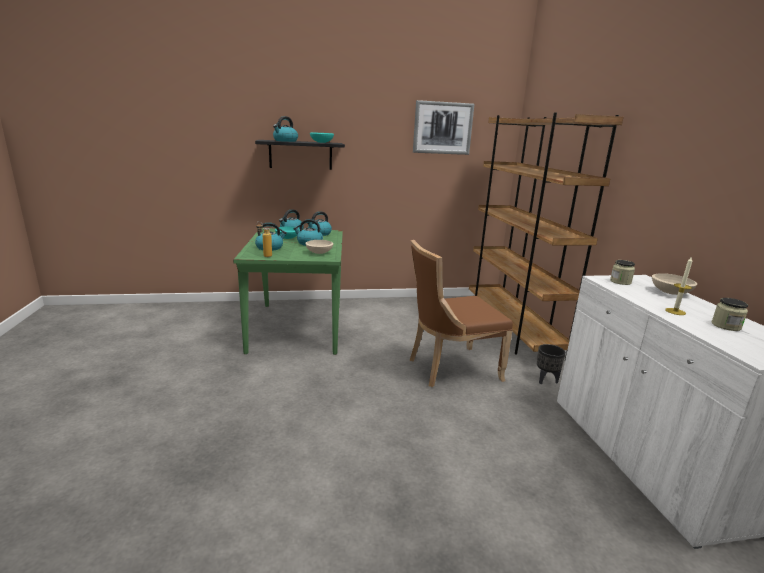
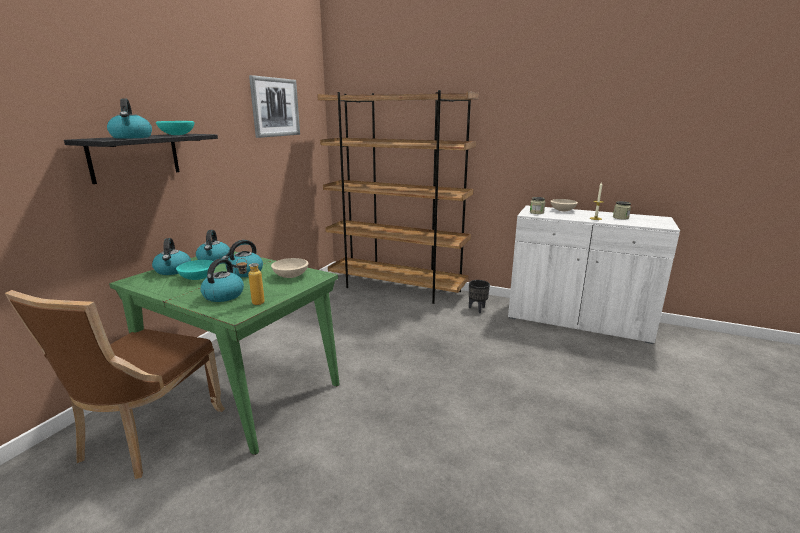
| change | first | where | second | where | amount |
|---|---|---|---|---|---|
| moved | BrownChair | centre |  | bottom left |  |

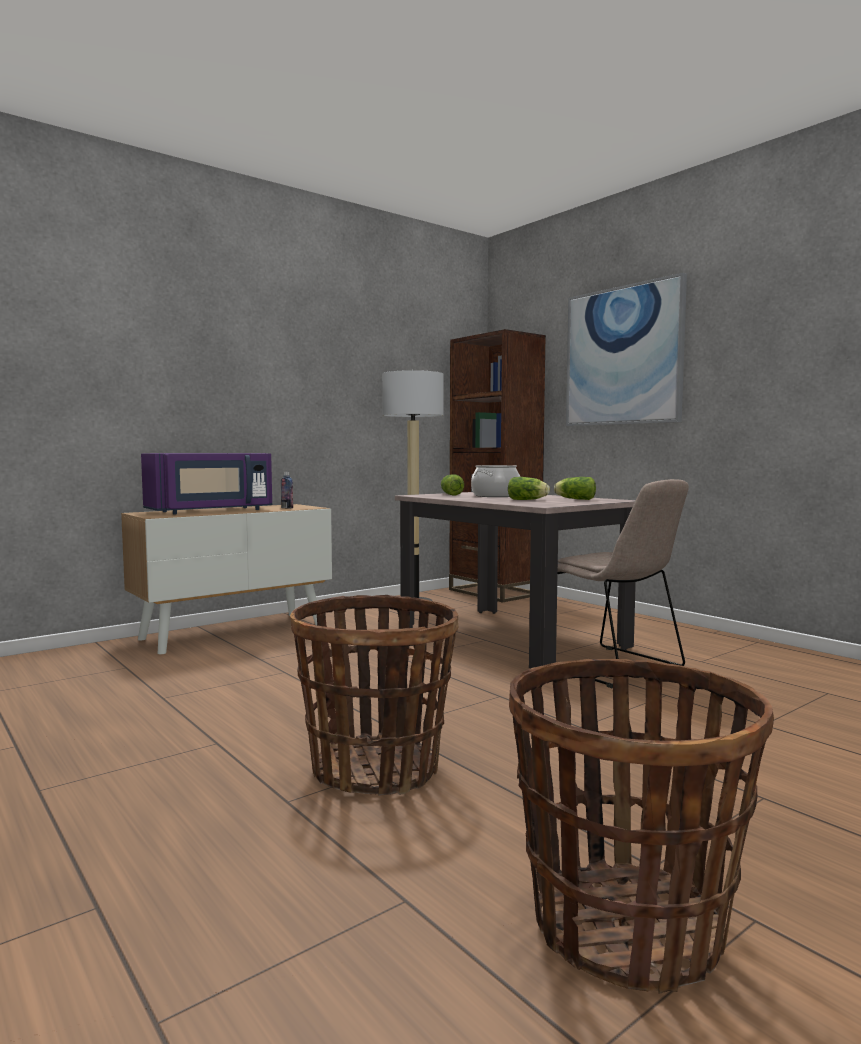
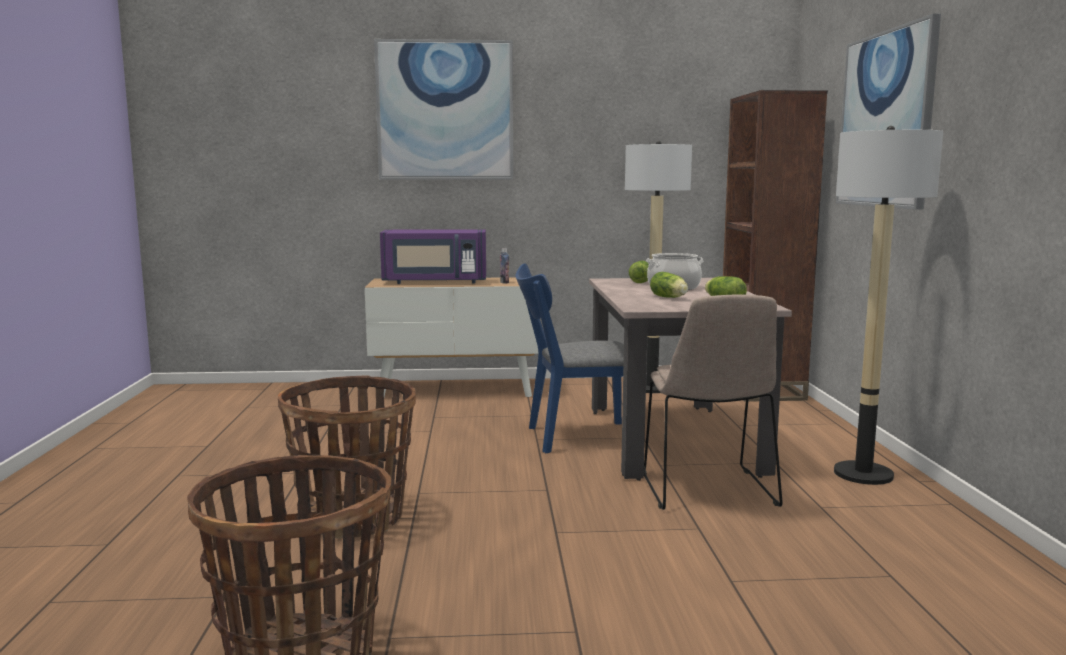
| change | first | where | second | where | amount |
|---|---|---|---|---|---|
| added |  |  | Picture (1st from left) | top centre |  |
| added |  |  | FloorLamp (2nd from left) | middle right |  |
| added |  |  | BlueColouredChair | centre |  |

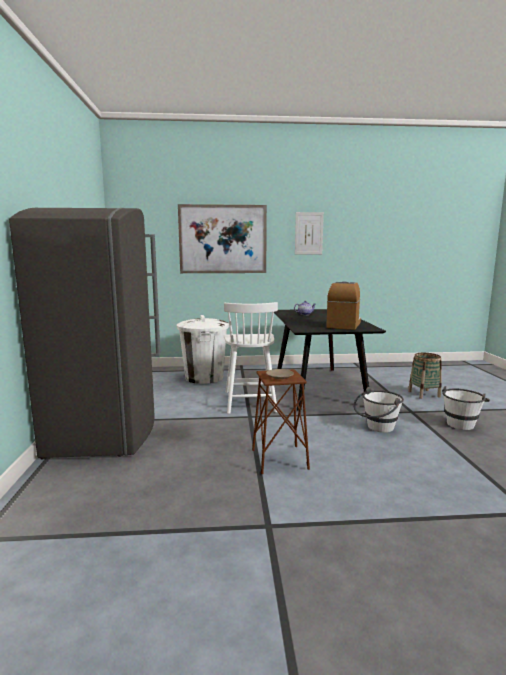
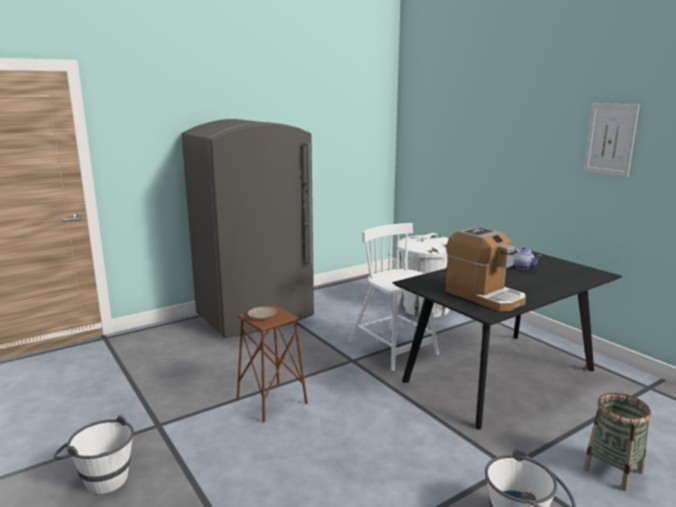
| change | first | where | second | where | amount |
|---|---|---|---|---|---|
| removed | Picture (1st from left) | centre |  |  |  |
| turned | CoffeeBrewer | middle right |  | middle right | 60 degrees clockwise |
| turned | WhiteColouredChair | centre |  | centre | 90 degrees clockwise |
| moved | WhiteColouredWaterBucket (1st from left) | middle right |  | bottom left |  |

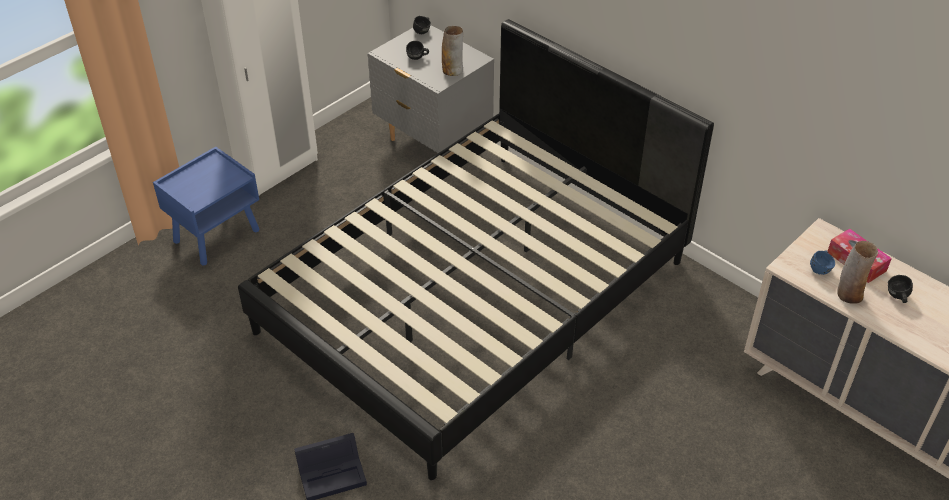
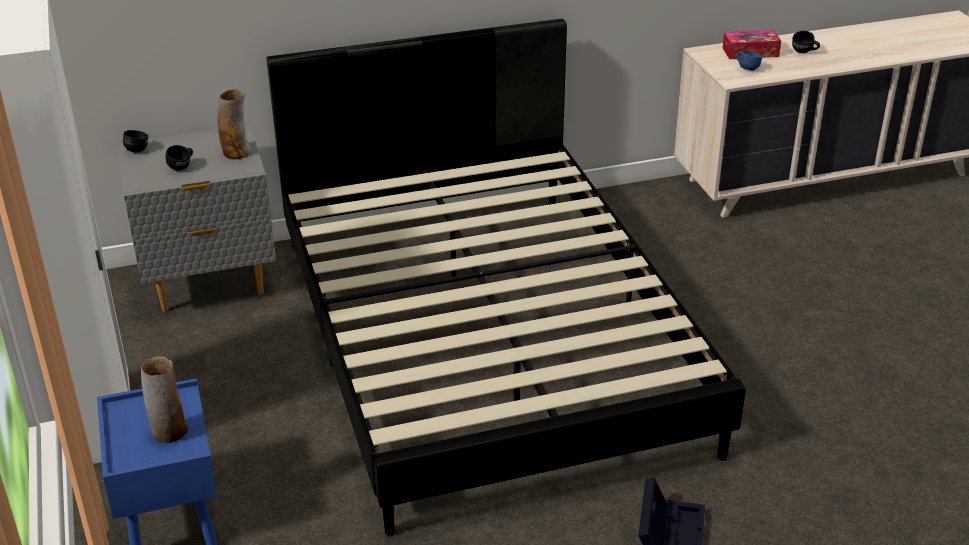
| change | first | where | second | where | amount |
|---|---|---|---|---|---|
| moved | DecorativeVase (2nd from left in the first image) | middle right | DecorativeVase (1st from left) | bottom left |  |

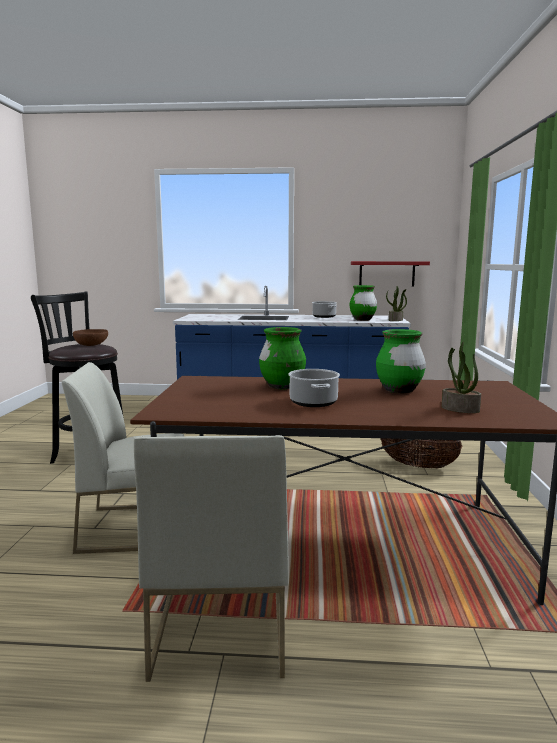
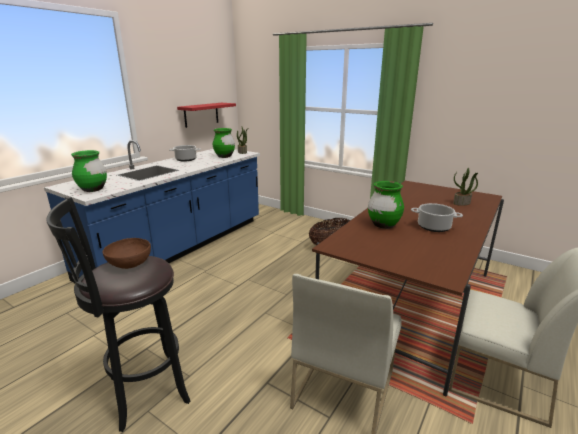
| change | first | where | second | where | amount |
|---|---|---|---|---|---|
| moved | GreenColouredDecorativeVase (3rd from left in the first image) | middle right | GreenColouredDecorativeVase (1st from left) | middle left |  |

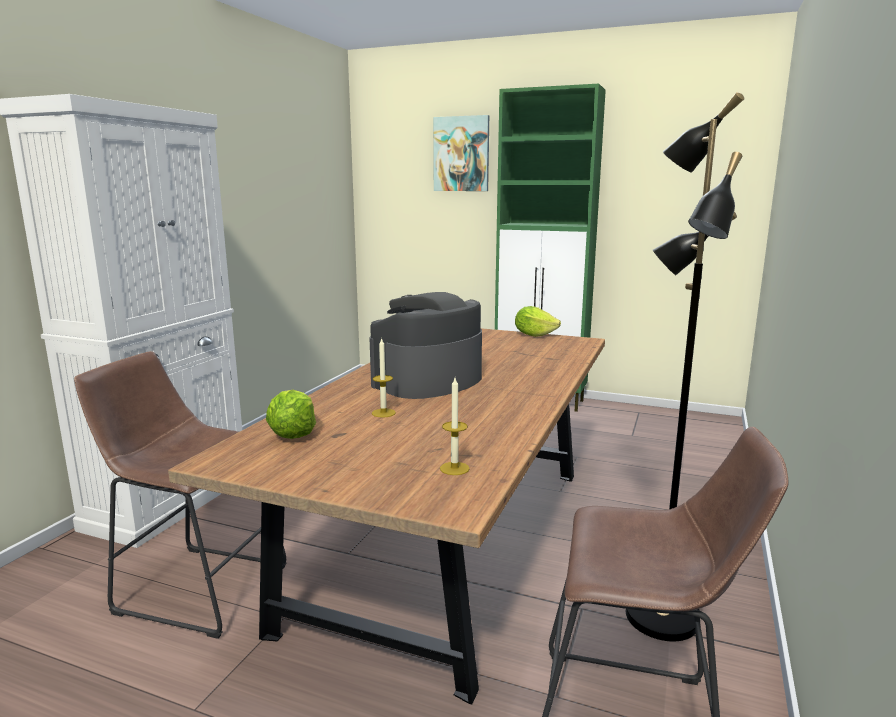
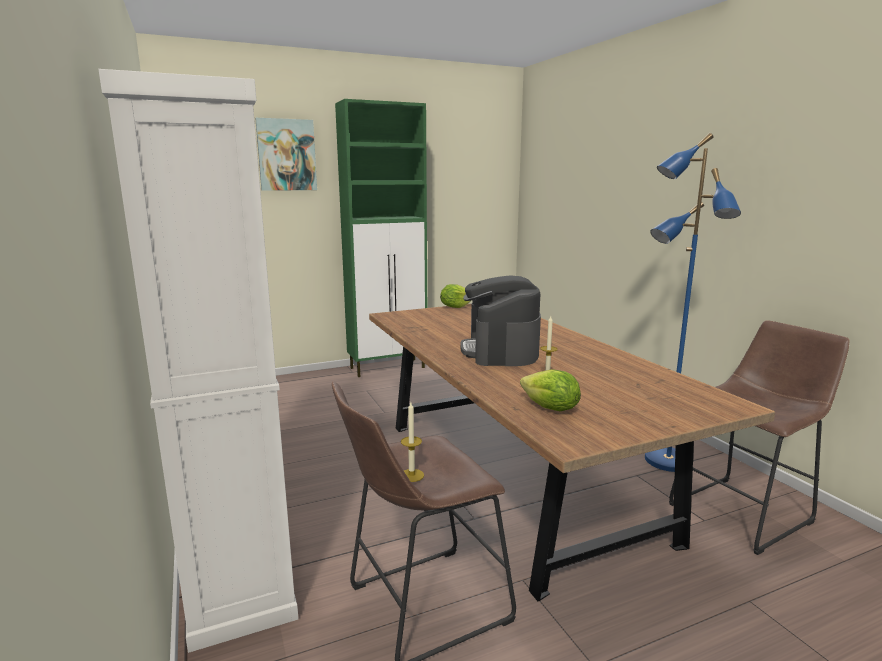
| change | first | where | second | where | amount |
|---|---|---|---|---|---|
| recoloured | BlackColouredFloorLamp | middle right | BlueColouredFloorLamp | middle right |  |
| moved | WaxCandle (2nd from left in the first image) | centre | WaxCandle (1st from left) | bottom centre |  |

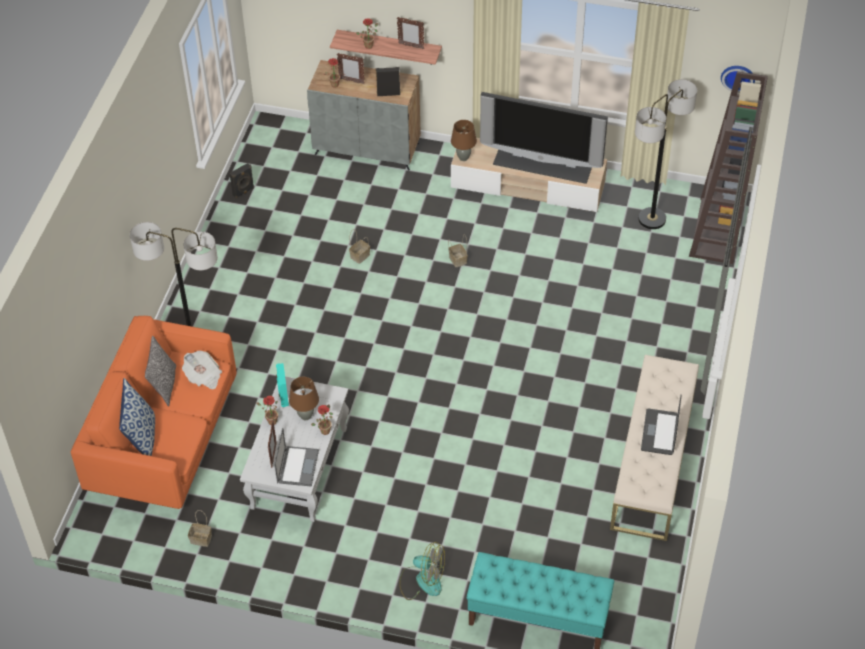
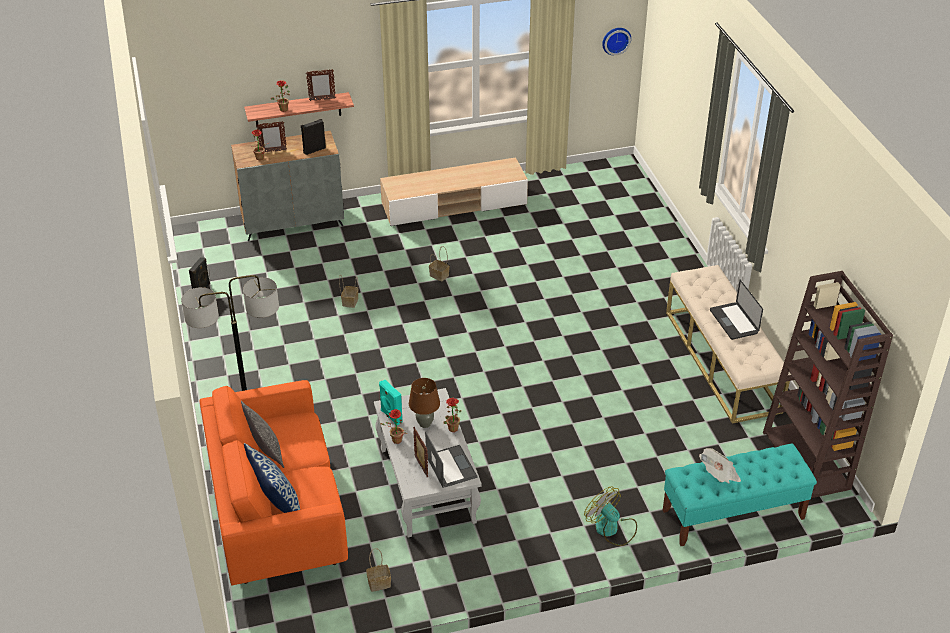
| change | first | where | second | where | amount |
|---|---|---|---|---|---|
| moved | BrownBookcase | top right |  | middle right |  |
| removed | FloorLamp (2nd from left) | top right |  |  |  |
| removed | TvSet | top centre |  |  |  |
| removed | BrownLampForATable (2nd from left) | top centre |  |  |  |
| moved | PrintedPaper | middle left |  | bottom right |  |
| turned | Fan | bottom centre |  | bottom centre | 120 degrees counterclockwise |

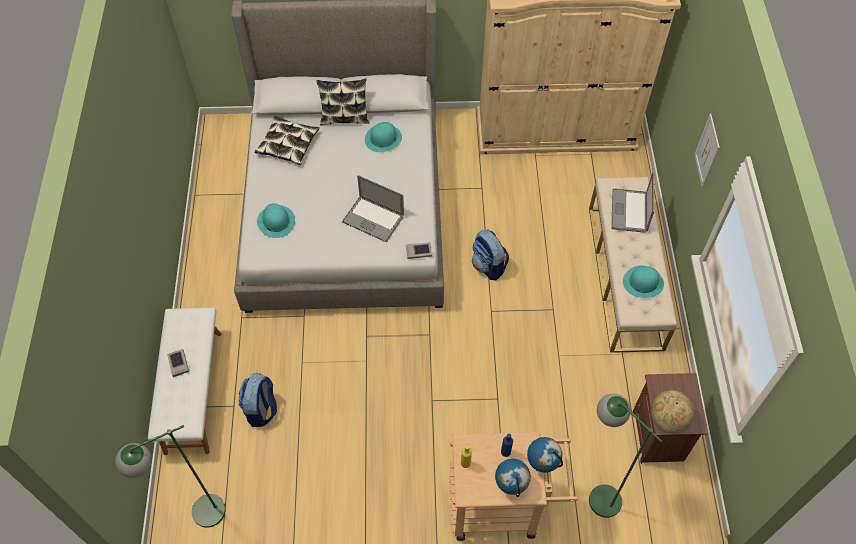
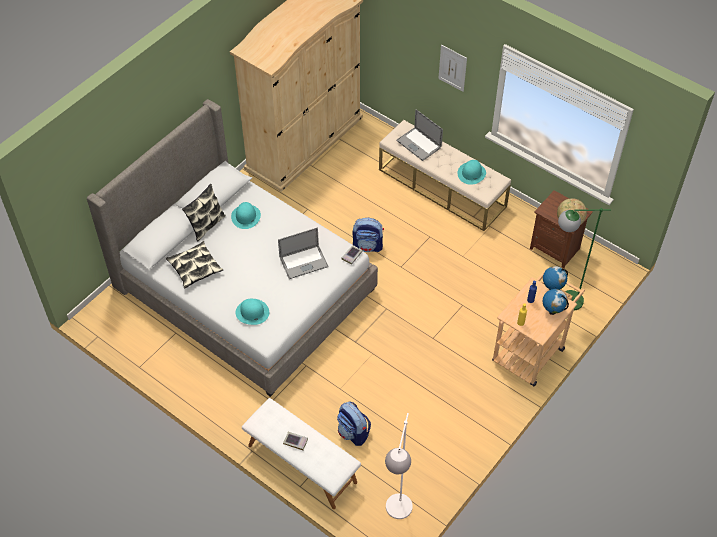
| change | first | where | second | where | amount |
|---|---|---|---|---|---|
| recoloured | GreenColouredFloorLamp (1st from left) | bottom left | WhiteColouredFloorLamp | bottom centre |  |

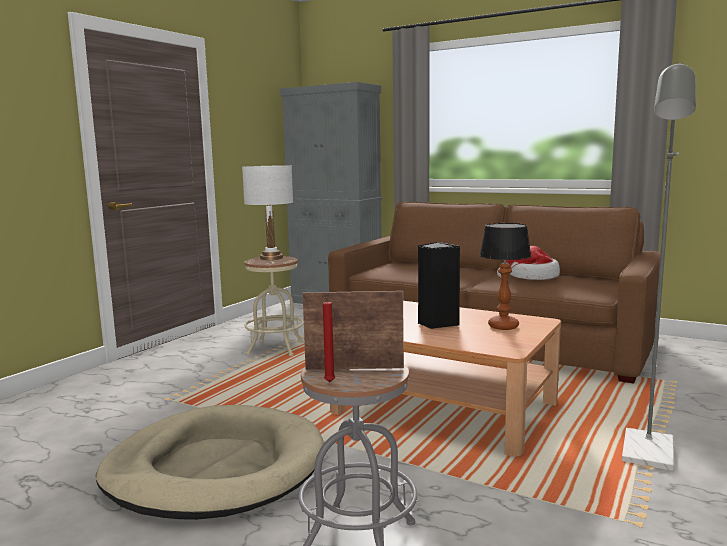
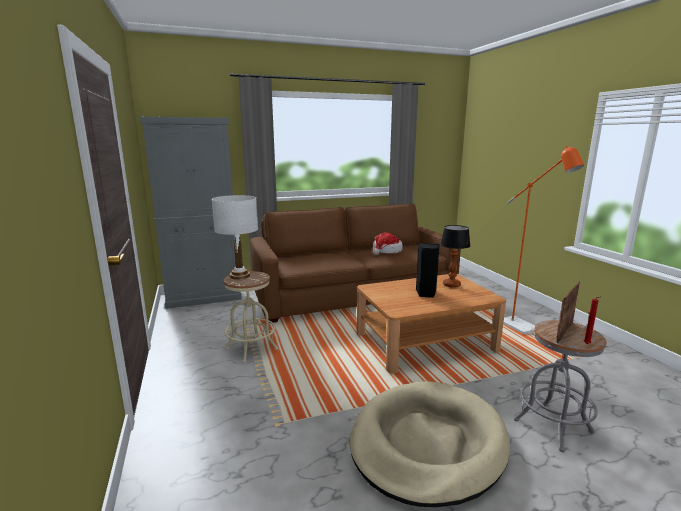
| change | first | where | second | where | amount |
|---|---|---|---|---|---|
| recoloured | GreyFloorLamp | middle right | OrangeFloorLamp | middle right |  |

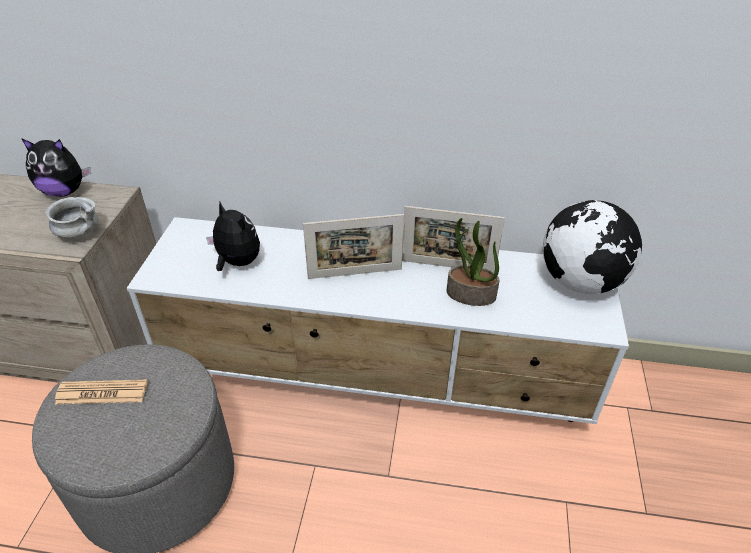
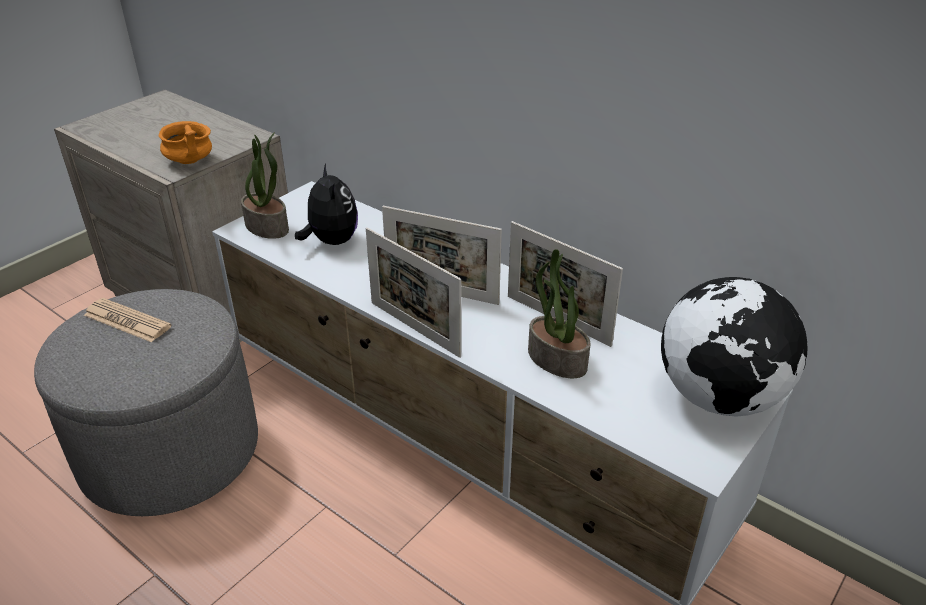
| change | first | where | second | where | amount |
|---|---|---|---|---|---|
| removed | SoftToy (1st from left) | top left |  |  |  |
| recoloured | GreyServingBowl | middle left | OrangeServingBowl | top left |  |
| added |  |  | Houseplant (1st from left) | top left |  |
| added |  |  | PictureFrame (1st from left) | centre |  |

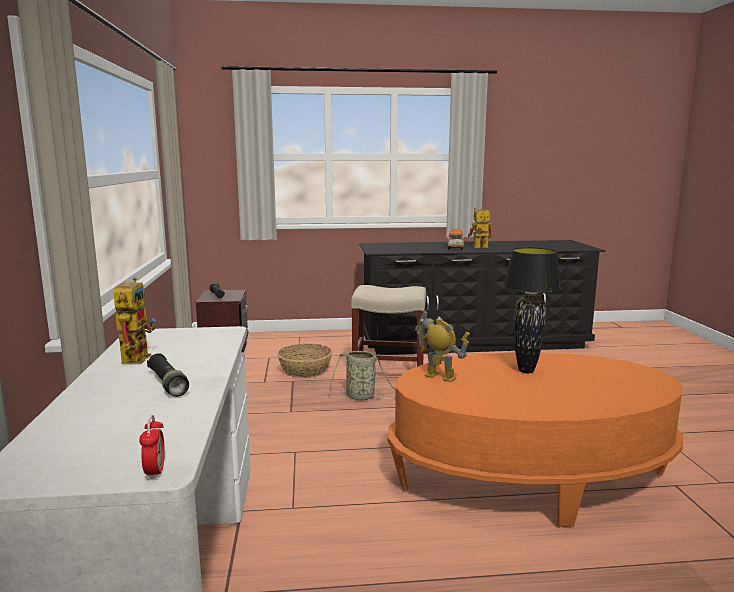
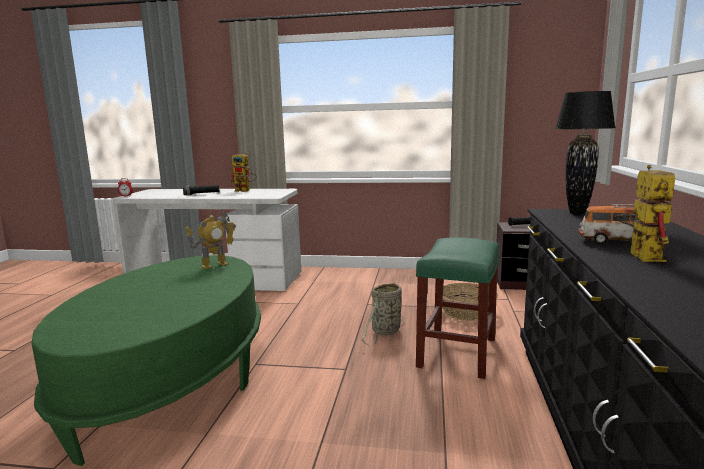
| change | first | where | second | where | amount |
|---|---|---|---|---|---|
| moved | BlackColouredLampForATable | middle right |  | top right |  |
| recoloured | BeigeStool | centre | GreenColouredStool | centre |  |
| recoloured | OrangeLowTable | bottom right | GreenColouredLowTable | bottom left |  |

